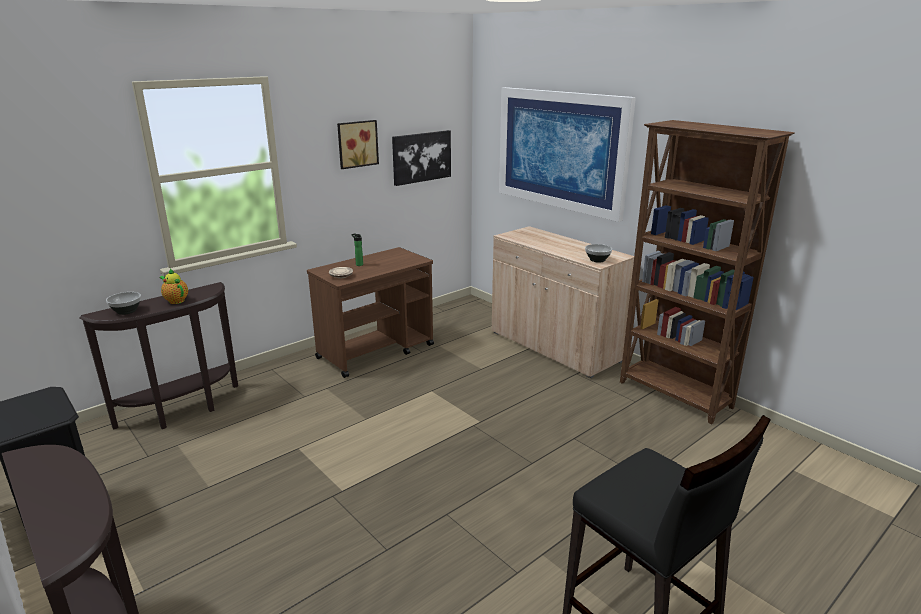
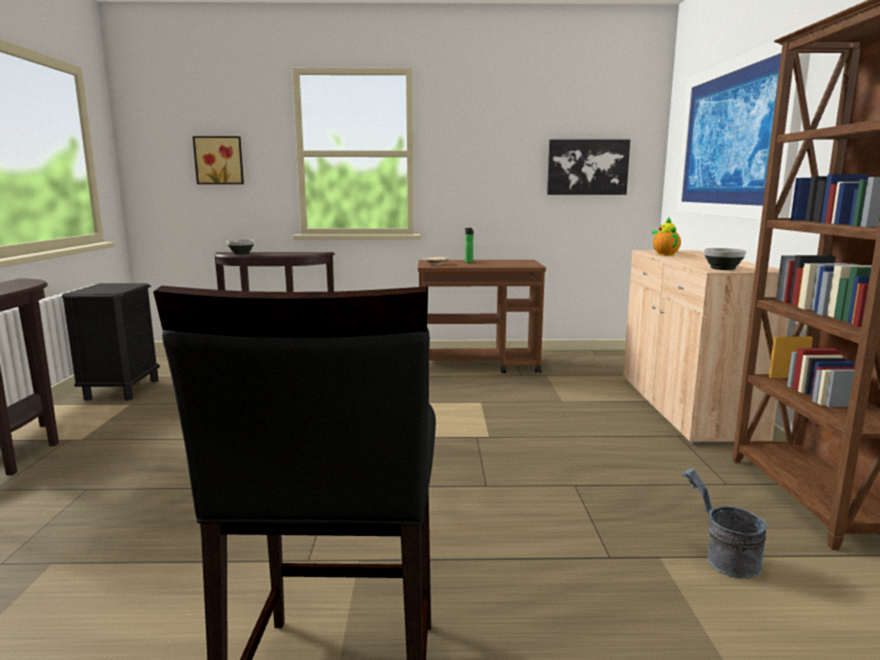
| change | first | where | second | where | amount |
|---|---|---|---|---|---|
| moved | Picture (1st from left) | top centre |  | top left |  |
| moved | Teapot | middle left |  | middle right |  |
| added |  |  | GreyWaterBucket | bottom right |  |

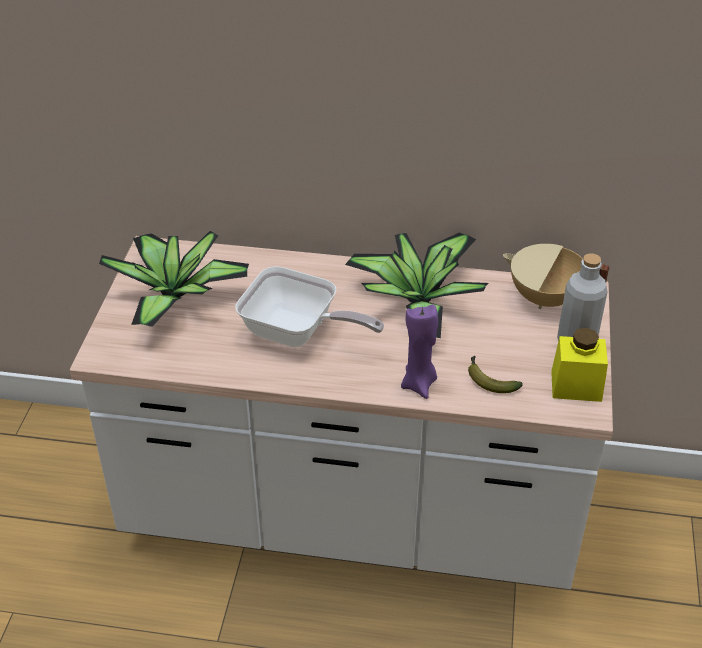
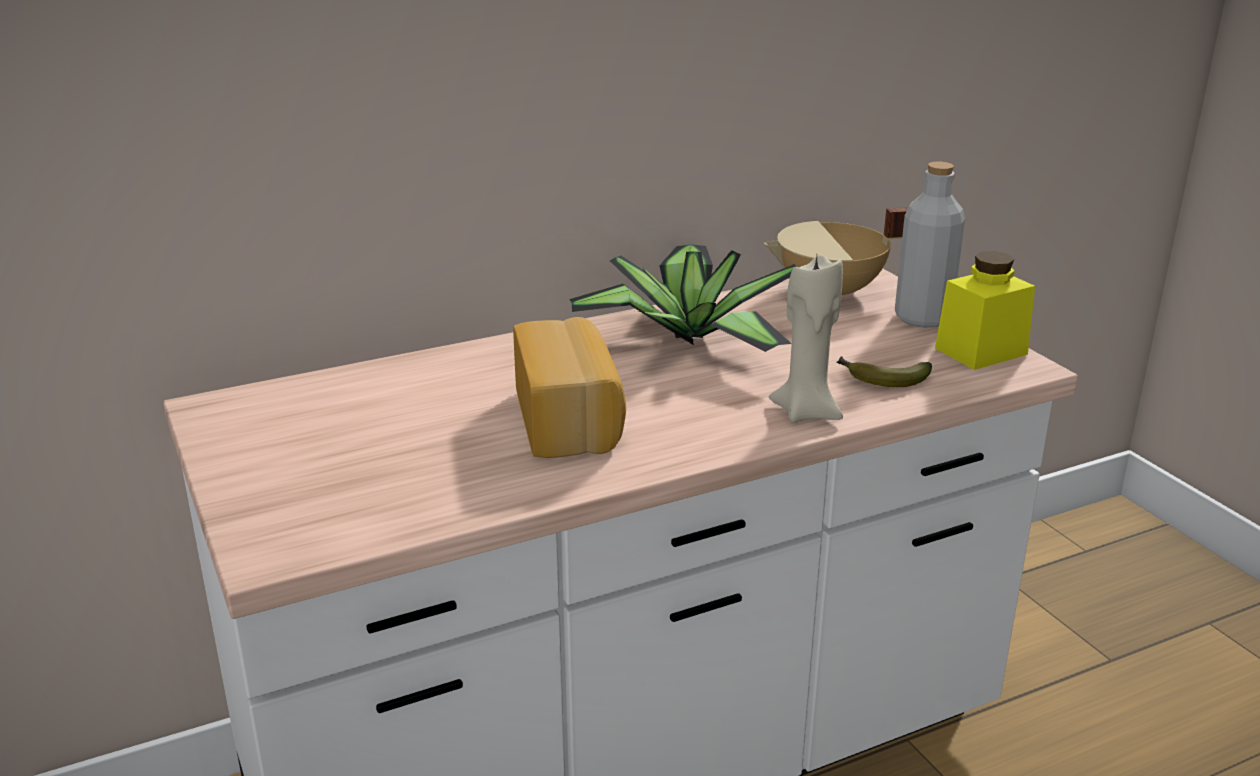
| change | first | where | second | where | amount |
|---|---|---|---|---|---|
| removed | Houseplant (1st from left) | middle left |  |  |  |
| replaced | FryingPan | centre | BakeryBread | centre |  |
| recoloured | PurpleColouredWaxCandle | centre | BeigeWaxCandle | centre |  |

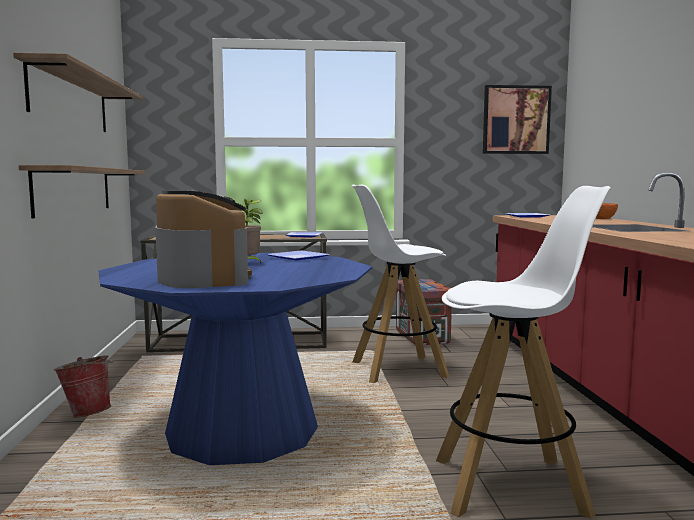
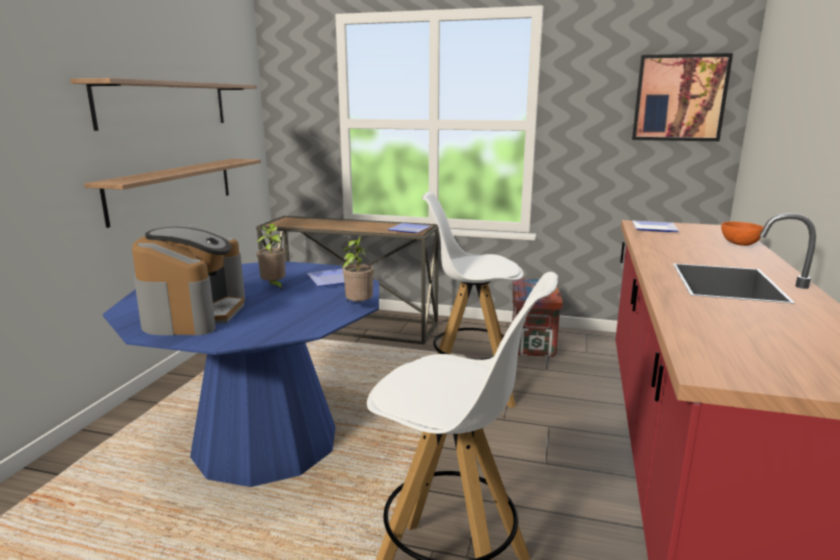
| change | first | where | second | where | amount |
|---|---|---|---|---|---|
| removed | WaterBucket | bottom left |  |  |  |
| added |  |  | Houseplant (2nd from left) | centre |  |

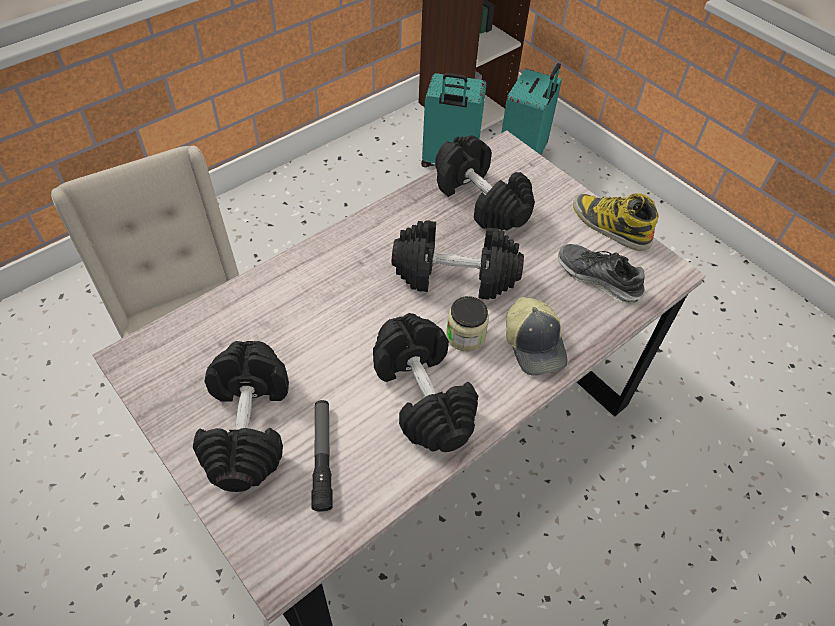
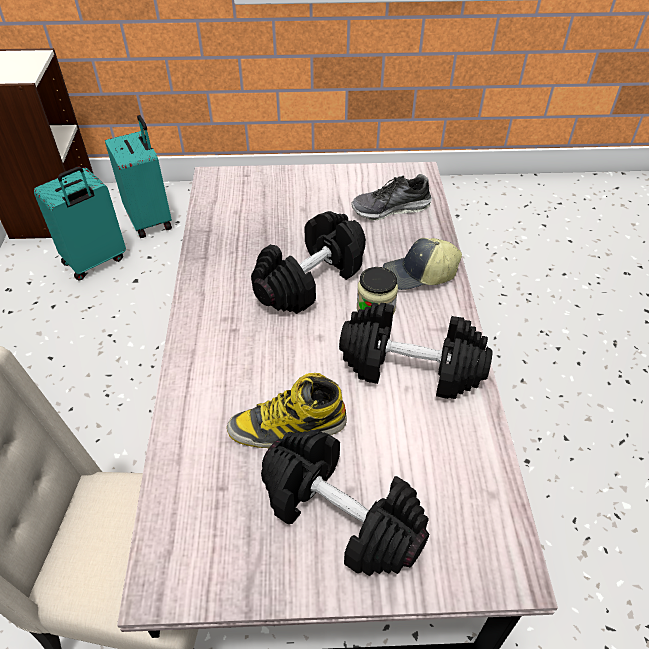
| change | first | where | second | where | amount |
|---|---|---|---|---|---|
| removed | BlackColouredFreeWeight (4th from left) | top centre |  |  |  |
| moved | TallBoot | middle right |  | centre |  |
| turned | Cap | centre |  | centre | 150 degrees clockwise |
| removed | HandTorch | bottom centre |  |  |  |

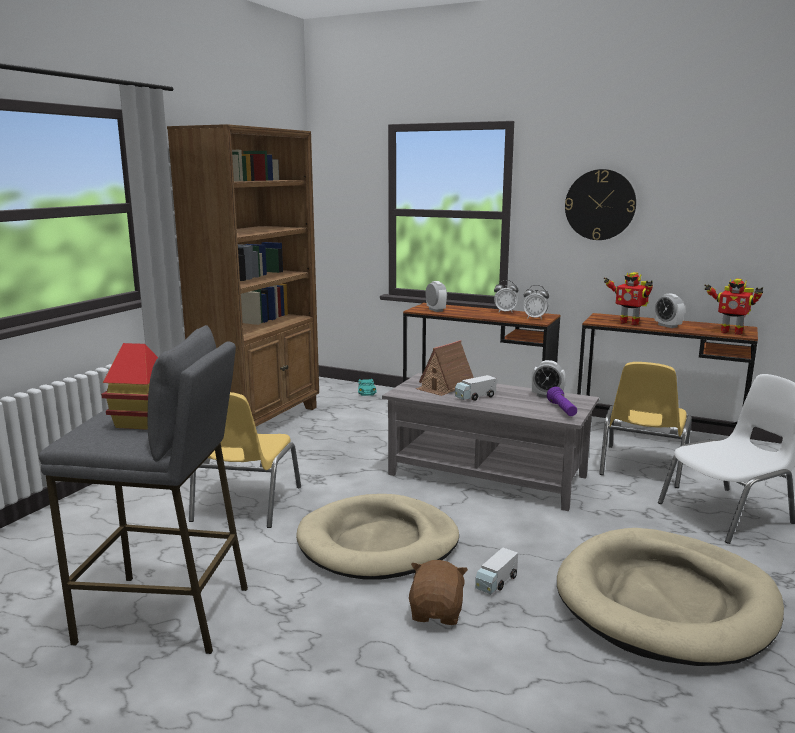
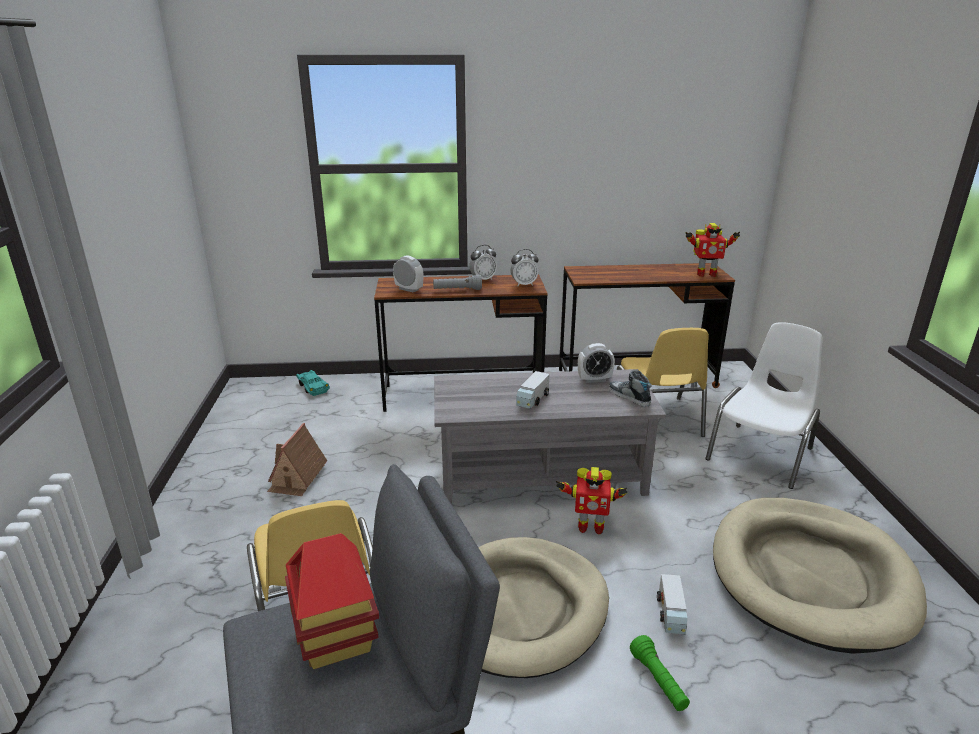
| change | first | where | second | where | amount |
|---|---|---|---|---|---|
| removed | BrownBookcase | middle left |  |  |  |
| removed | ClockOnTheWall | top right |  |  |  |
| moved | RobotFigure (1st from left) | middle right |  | bottom centre |  |
| removed | BedsideClock (5th from left) | middle right |  |  |  |
| moved | ModelHouse (2nd from left in the first image) | centre | ModelHouse (1st from left) | middle left |  |
| replaced | PurpleColouredHandTorch | middle right | Shoe | centre |  |
| replaced | BrownSoftToy | bottom centre | GreenColouredHandTorch | bottom right |  |
| added |  |  | GreyHandTorch | centre |  |

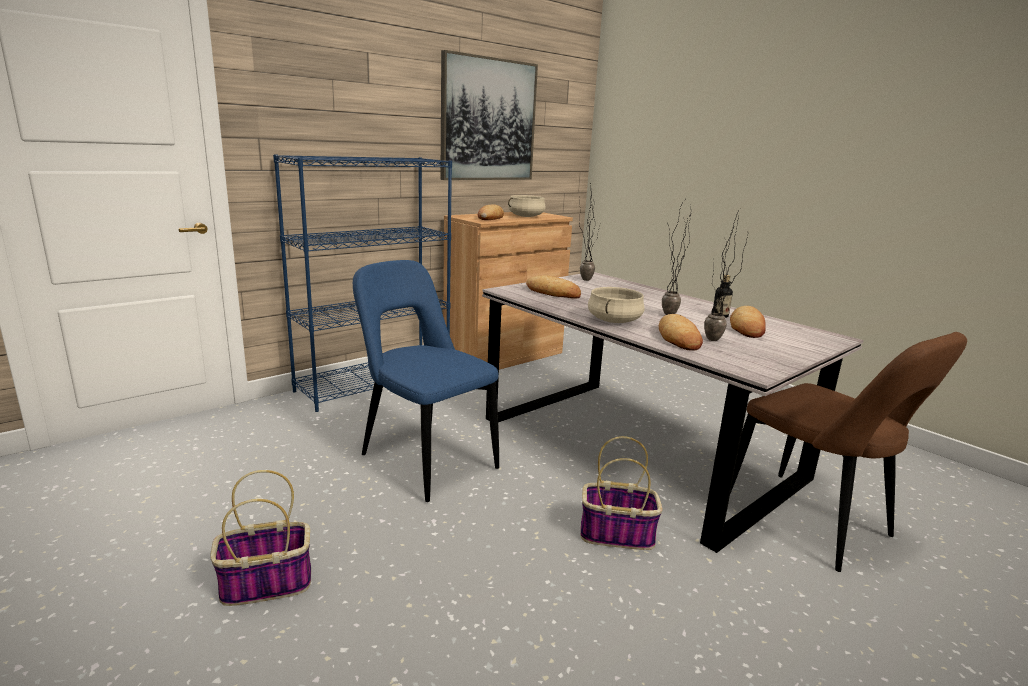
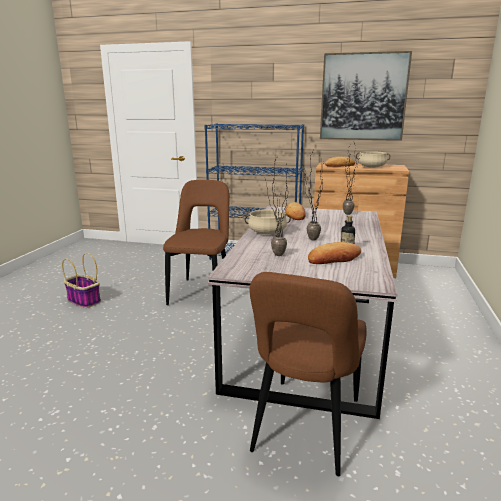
| change | first | where | second | where | amount |
|---|---|---|---|---|---|
| recoloured | BlueColouredChair | centre | BrownChair (1st from left) | centre |  |
| removed | BakeryBread (3rd from left) | centre |  |  |  |
| removed | HouseholdBasket (2nd from left) | bottom centre |  |  |  |

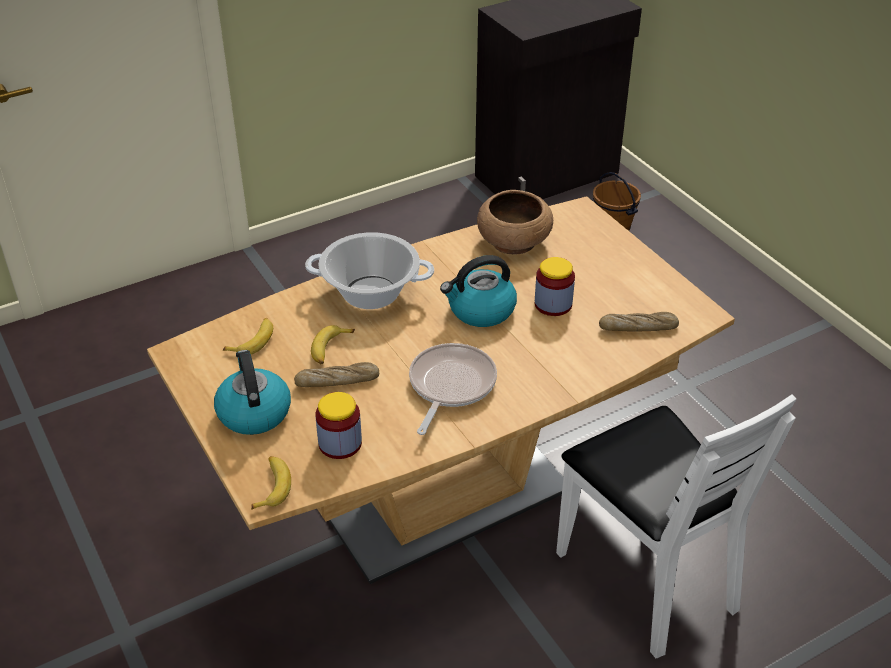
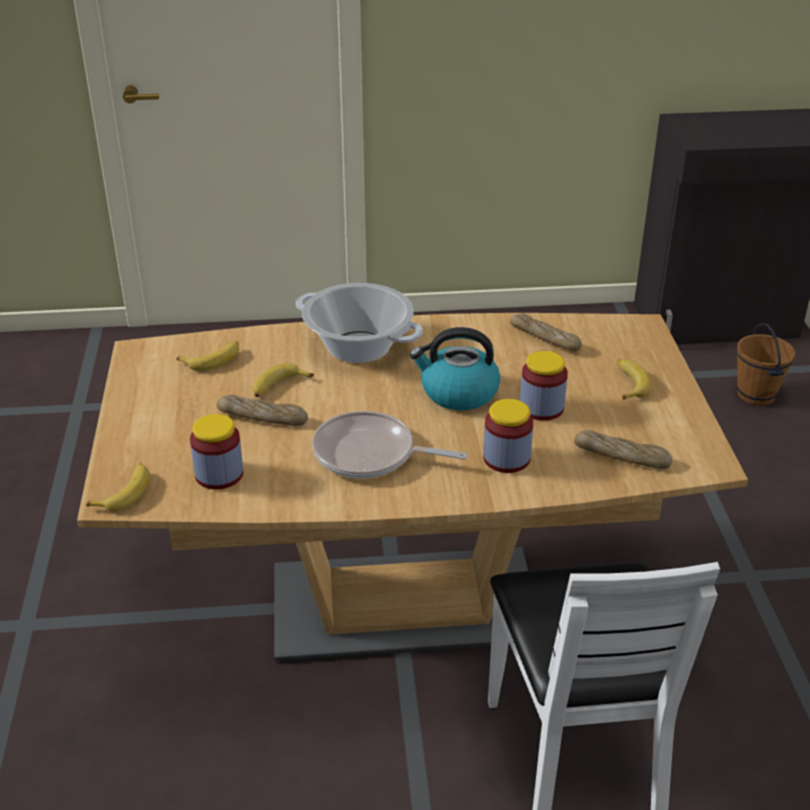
| change | first | where | second | where | amount |
|---|---|---|---|---|---|
| replaced | BrownServingBowl | top centre | BakeryBread (2nd from left) | middle right |  |
| turned | FryingPan | centre |  | centre | 120 degrees counterclockwise |
| removed | WaterKettle (1st from left) | middle left |  |  |  |
| added |  |  | WholeBanana (4th from left) | middle right |  |
| added |  |  | Jar (2nd from left) | centre |  |

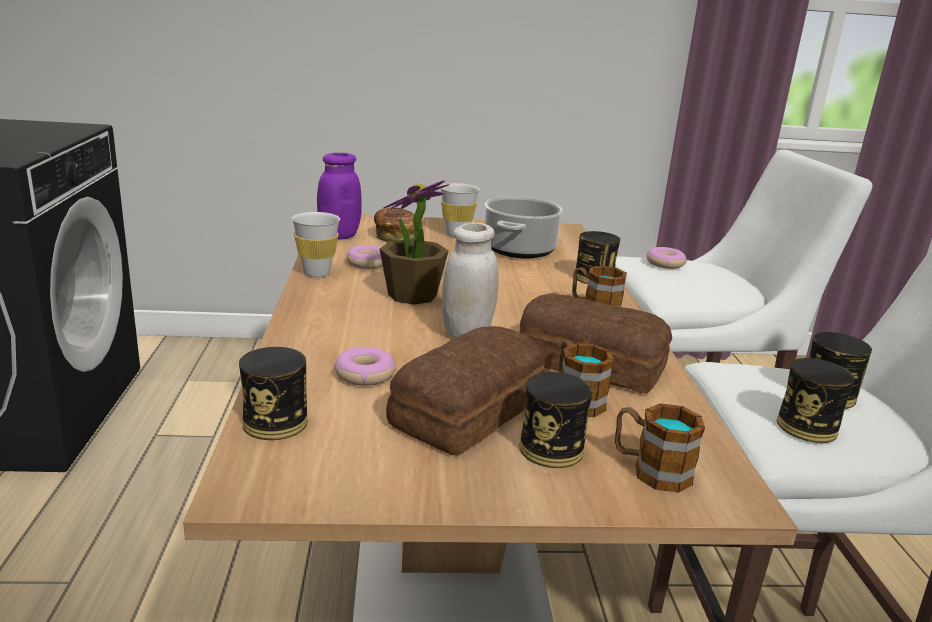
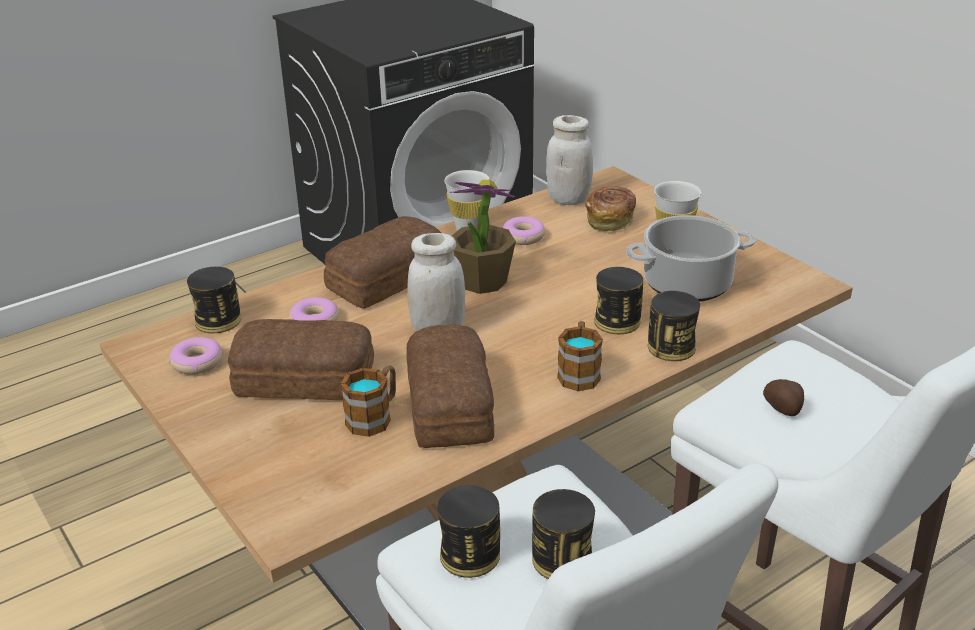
| change | first | where | second | where | amount |
|---|---|---|---|---|---|
| recoloured | PurpleColouredJar | top centre | WhiteColouredJar (2nd from left) | top centre |  |
| moved | RingDoughnut (3rd from left in the first image) | middle right | RingDoughnut (1st from left) | middle left |  |
| moved | Can (2nd from left in the first image) | bottom centre | Can (4th from left) | centre |  |
| removed | CoffeeMug (3rd from left) | bottom right |  |  |  |
| added |  |  | BakeryBread (2nd from left) | centre |  |
| added |  |  | Spud | middle right |  |

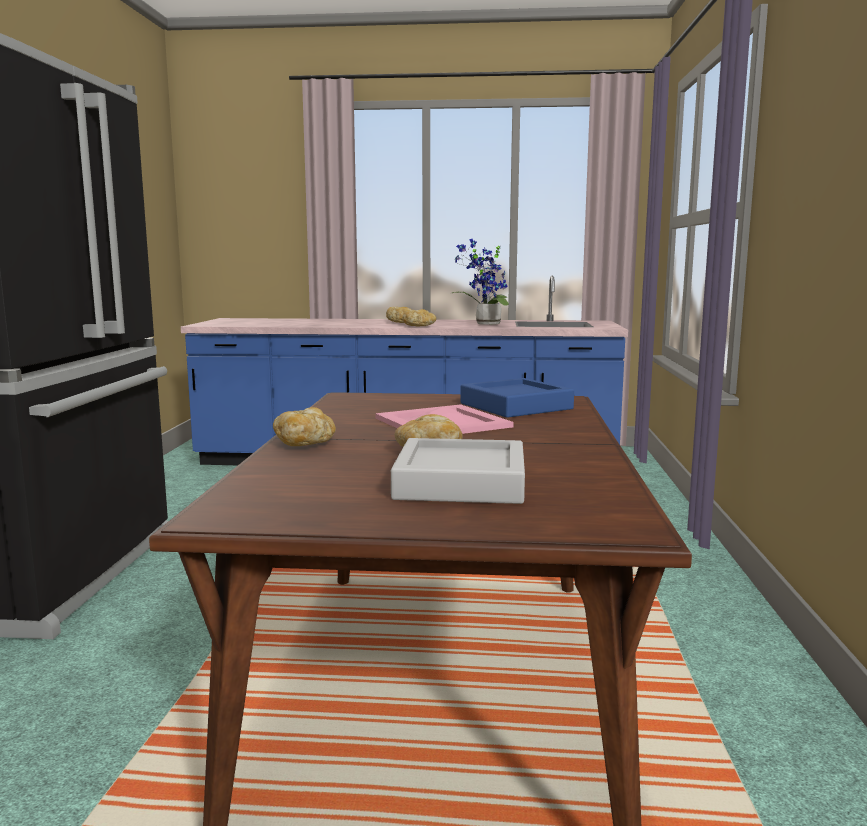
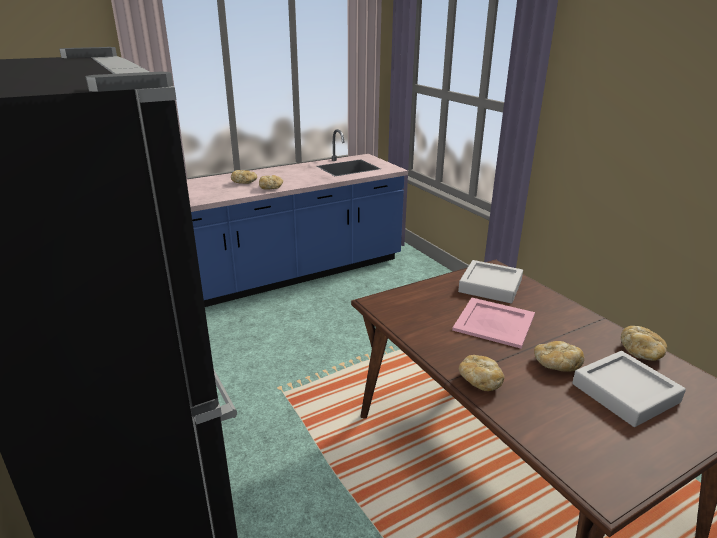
| change | first | where | second | where | amount |
|---|---|---|---|---|---|
| removed | Houseplant | centre |  |  |  |
| recoloured | BlueColouredServingTray | centre | GreyServingTray (1st from left) | middle right |  |
| added |  |  | BakeryBread (5th from left) | middle right |  |

